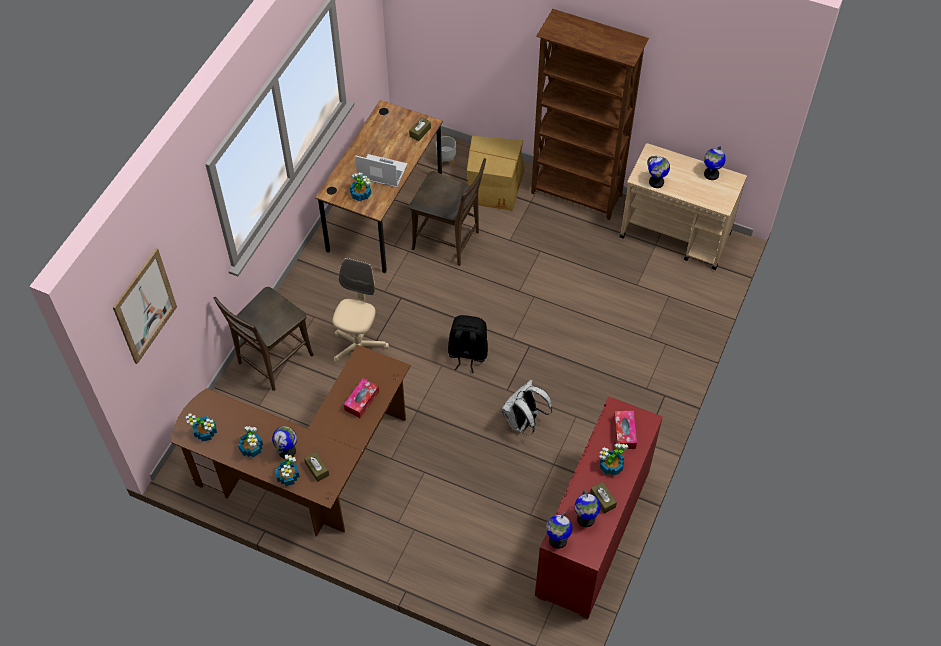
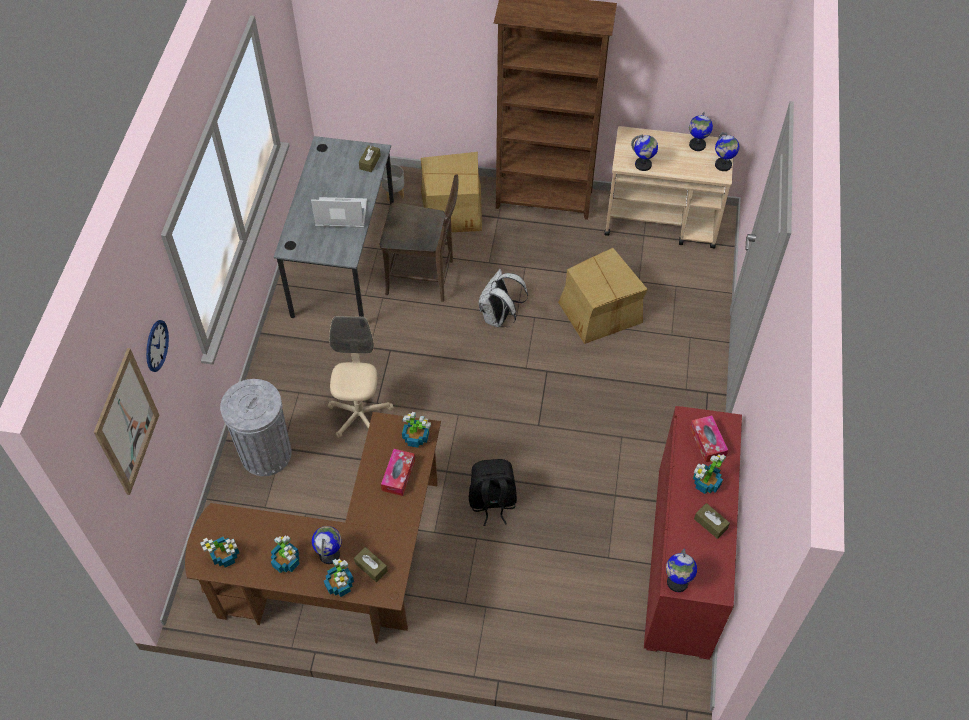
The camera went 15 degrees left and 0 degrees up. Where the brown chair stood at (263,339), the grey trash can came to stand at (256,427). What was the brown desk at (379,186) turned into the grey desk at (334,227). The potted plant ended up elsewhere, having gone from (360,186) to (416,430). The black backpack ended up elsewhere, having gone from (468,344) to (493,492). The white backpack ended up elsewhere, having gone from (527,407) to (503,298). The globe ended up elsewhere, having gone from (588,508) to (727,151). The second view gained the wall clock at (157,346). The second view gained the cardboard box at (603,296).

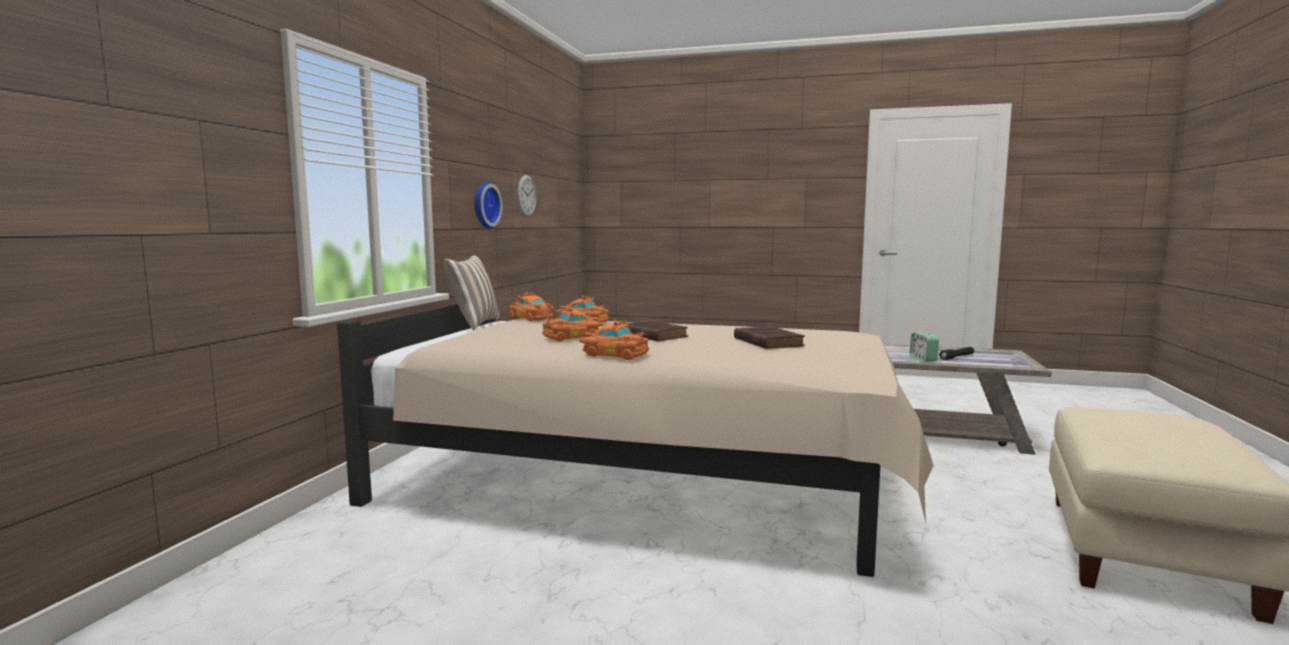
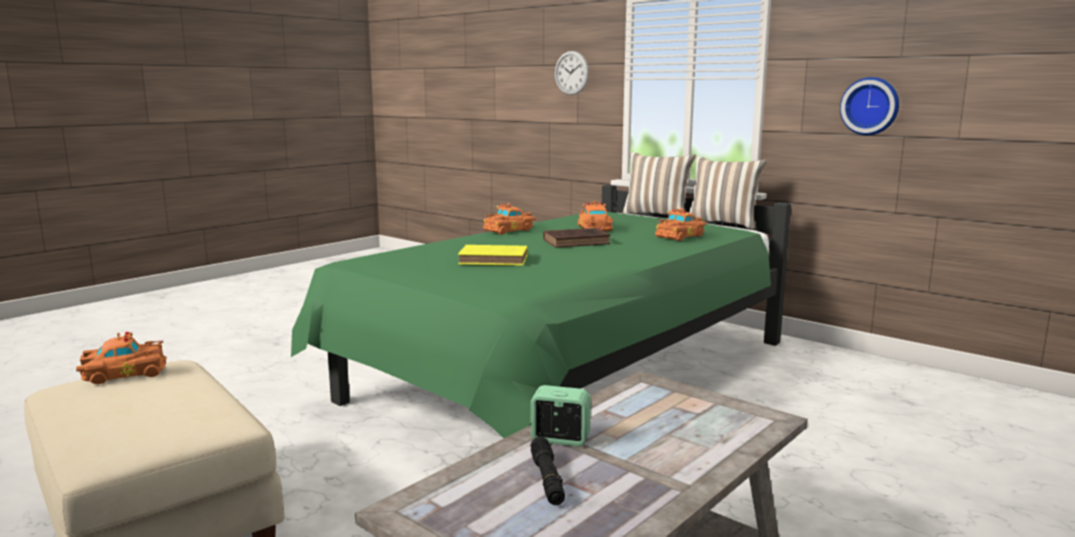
The camera went 115 degrees right and 5 degrees up. What was the beige bed at (635,440) turned into the green bed at (541,311). The orange toy car ended up elsewhere, having gone from (531,306) to (121,358). The wall clock ended up elsewhere, having gone from (526,196) to (572,73). What was the brown book at (769,337) turned into the yellow book at (493,255). The second view gained the pillow at (659,183).

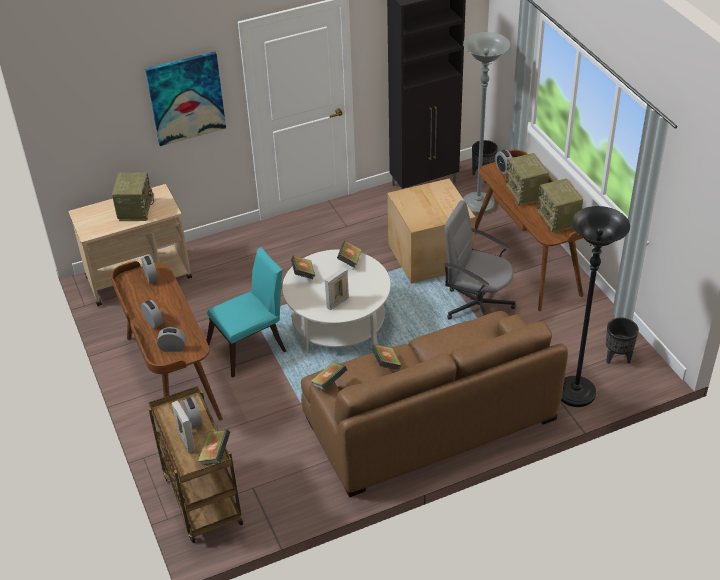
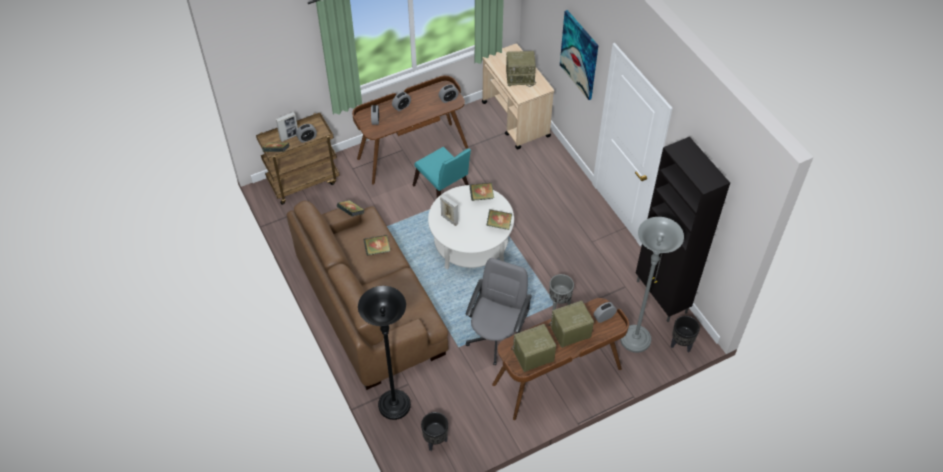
The camera went 85 degrees right and 10 degrees up. Where the cardboard box stood at (431,231), the grey planter came to stand at (561,292).

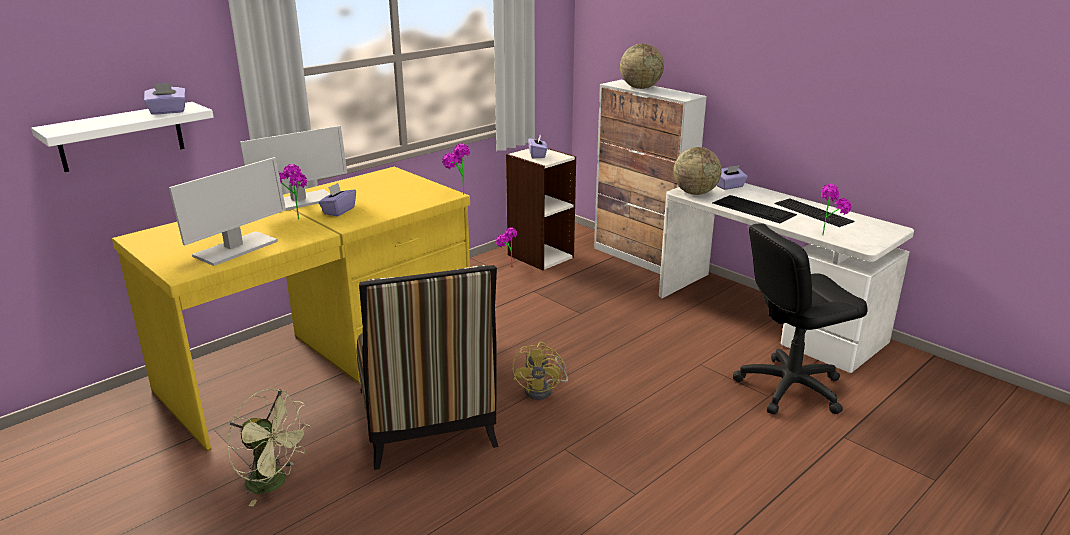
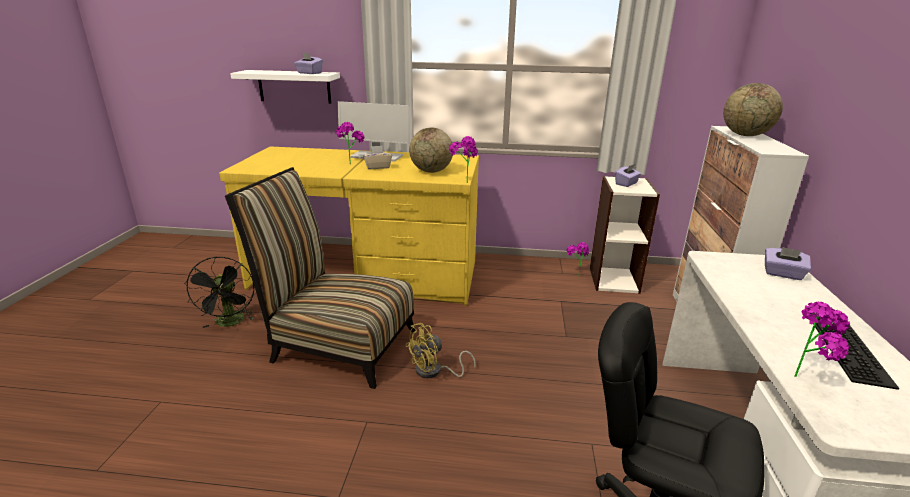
The camera went 50 degrees right and 0 degrees up. The second view lost the monitor at (227,211). What was the green fan at (269,447) turned into the black fan at (219,292). What was the purple tissue box at (337,200) turned into the beige tissue box at (377,157). The chair at (427,367) ended up facing another way, 75 degrees clockwise from before. The globe ended up elsewhere, having gone from (697,171) to (431,150). The second view lost the keyboard at (754,209).

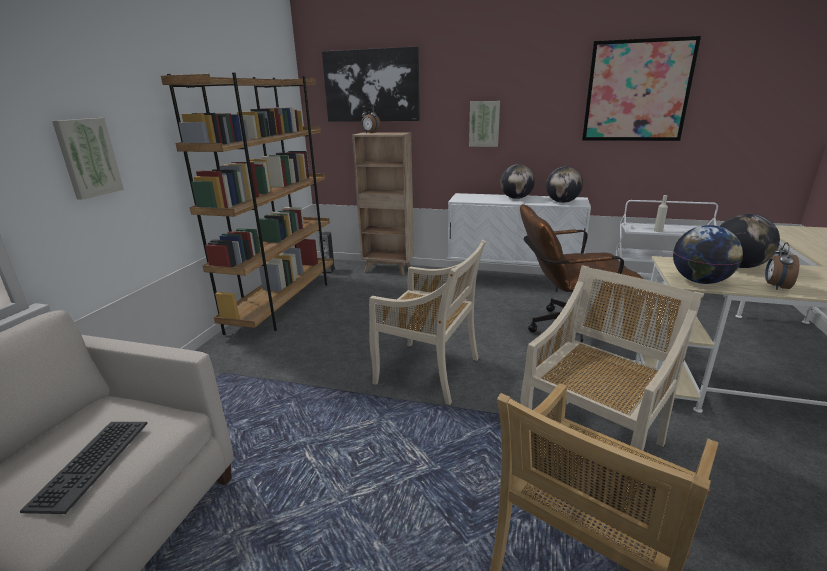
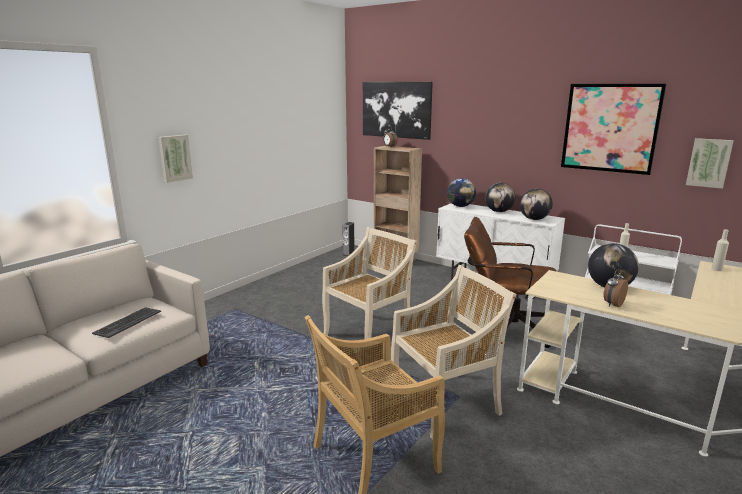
The camera went 20 degrees right and 5 degrees down. The second view lost the brown bookcase at (247,204). The beige chair at (427,322) ended up facing another way, 90 degrees counterclockwise from before. The picture ended up elsewhere, having gone from (484,124) to (710,163). The globe ended up elsewhere, having gone from (708,254) to (461,192). The second view gained the beige bottle at (720,250).

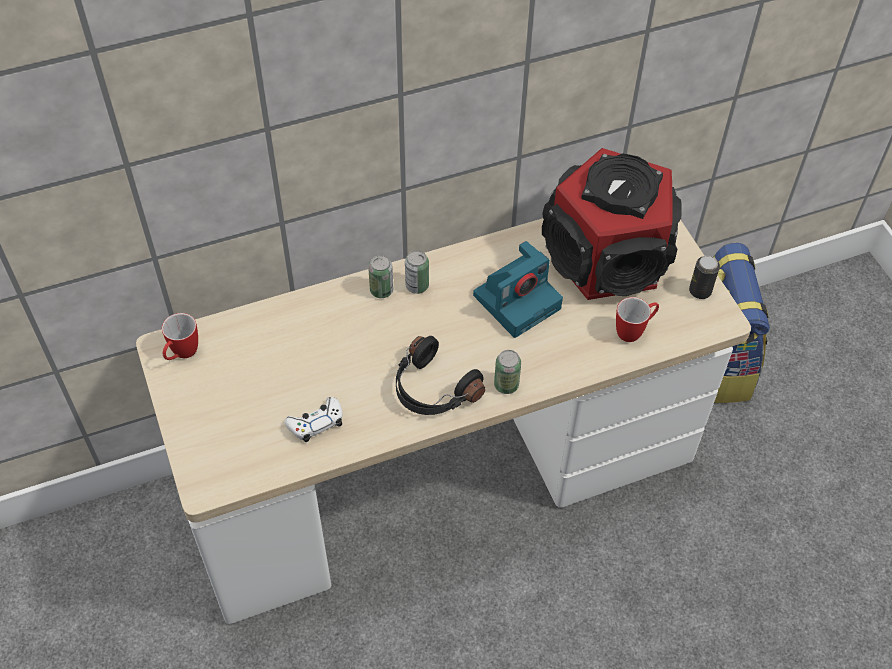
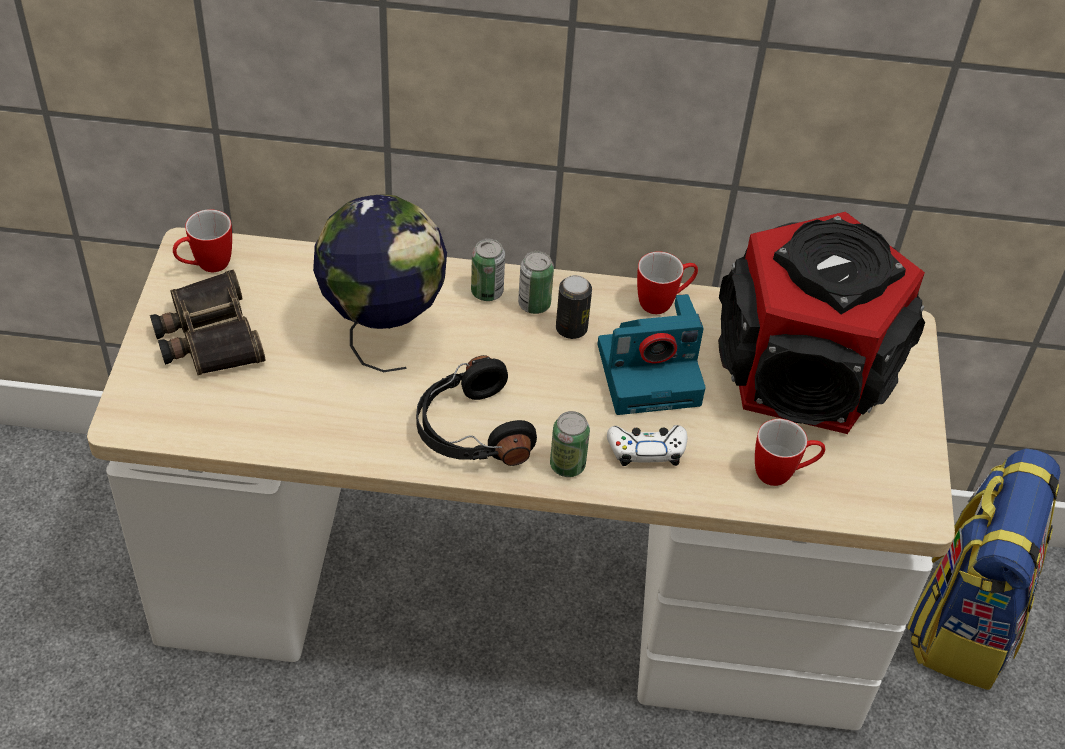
The camera went 25 degrees right and 5 degrees down. The white game controller ended up elsewhere, having gone from (314,419) to (647,445). The can ended up elsewhere, having gone from (704,277) to (574,307). The second view gained the binoculars at (208,322). The second view gained the globe at (380,283). The second view gained the mug at (667,283).

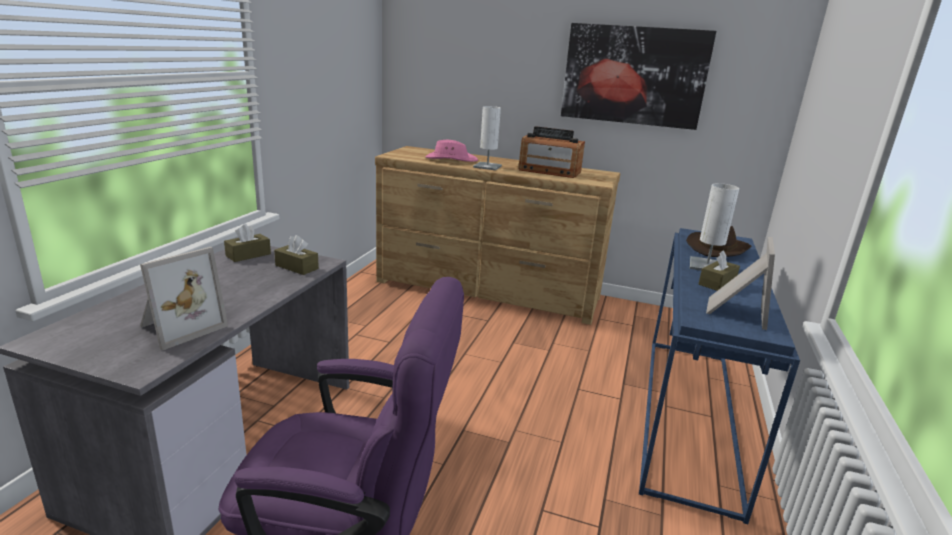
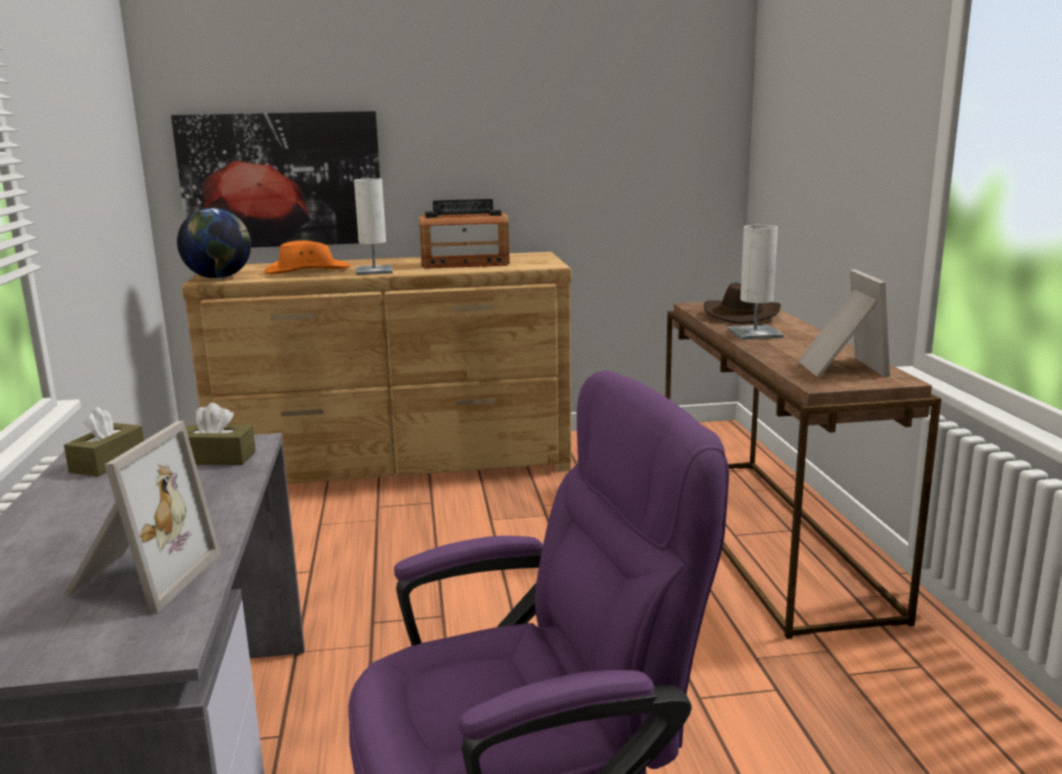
The camera went 25 degrees left and 5 degrees down. What was the pink hat at (451,151) turned into the orange hat at (308,257). The picture ended up elsewhere, having gone from (638,76) to (275,179). What was the blue console table at (719,376) turned into the brown console table at (803,470). The second view lost the brown tissue box at (719,270). The second view gained the globe at (214,243).

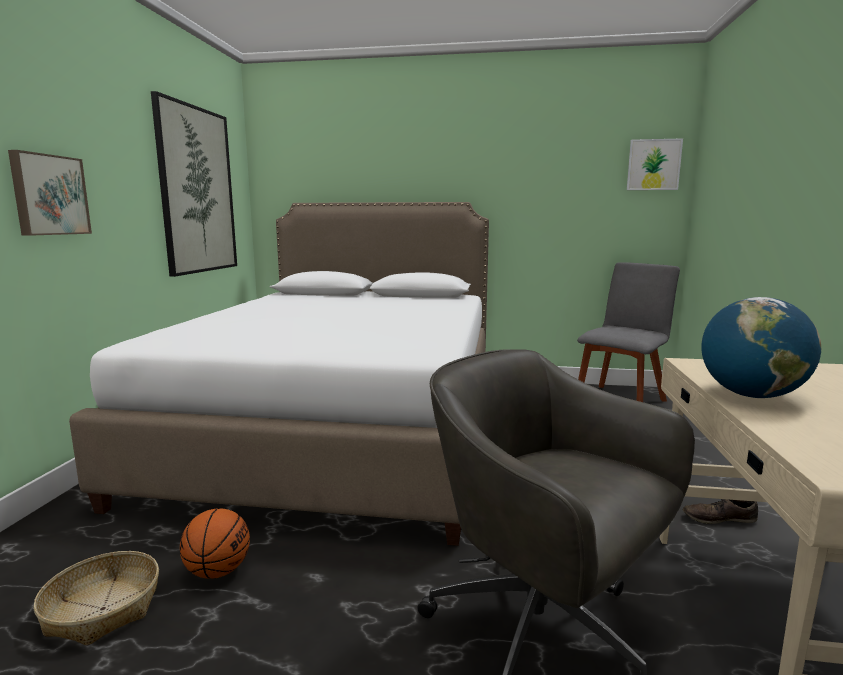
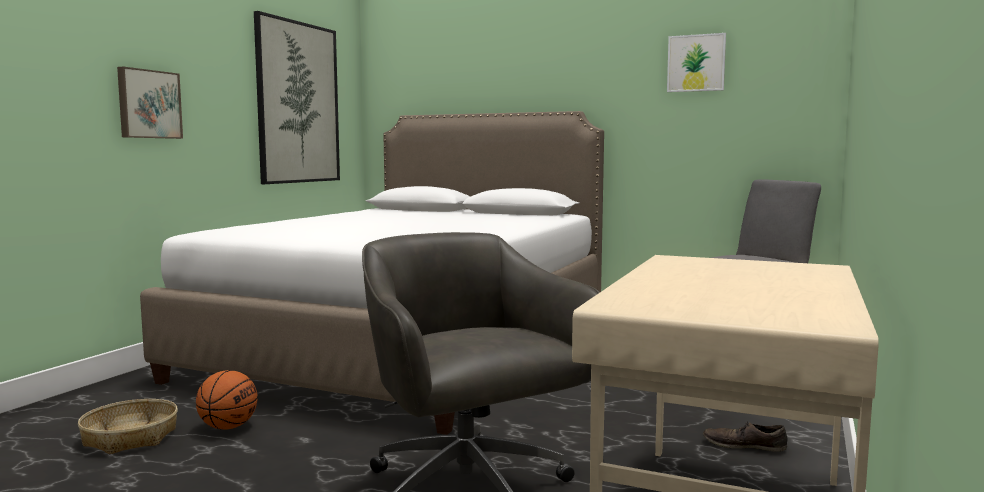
The camera went 15 degrees right and 5 degrees down. The picture ended up elsewhere, having gone from (655,164) to (696,62). The second view lost the globe at (761,347).

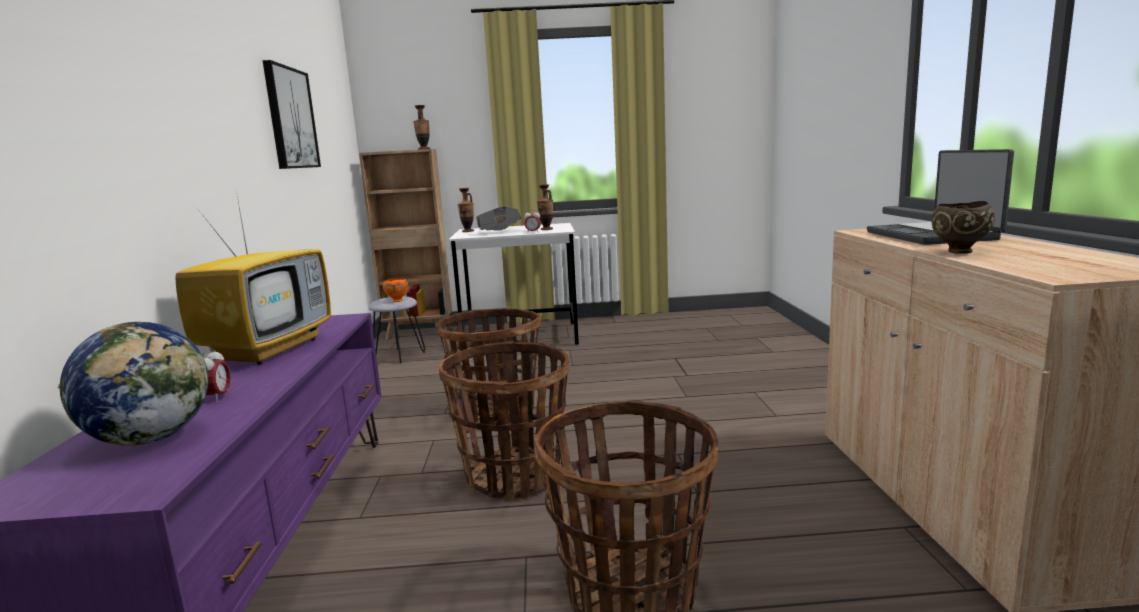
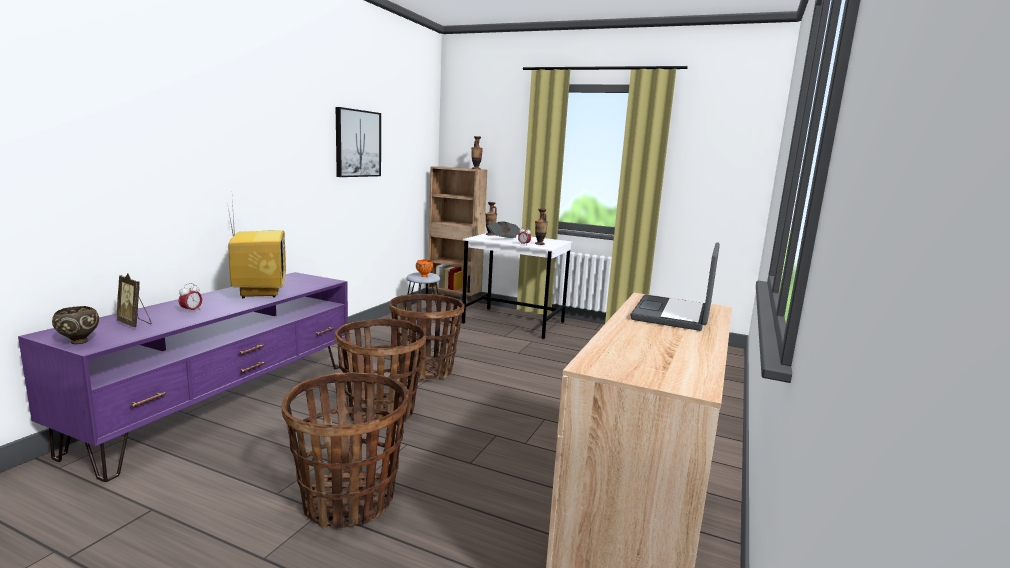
The camera went 25 degrees right and 0 degrees up. Where the globe stood at (133,384), the picture frame came to stand at (134,300). The television at (253,275) ended up facing another way, 60 degrees counterclockwise from before. The brown bowl ended up elsewhere, having gone from (963,227) to (75,325).

